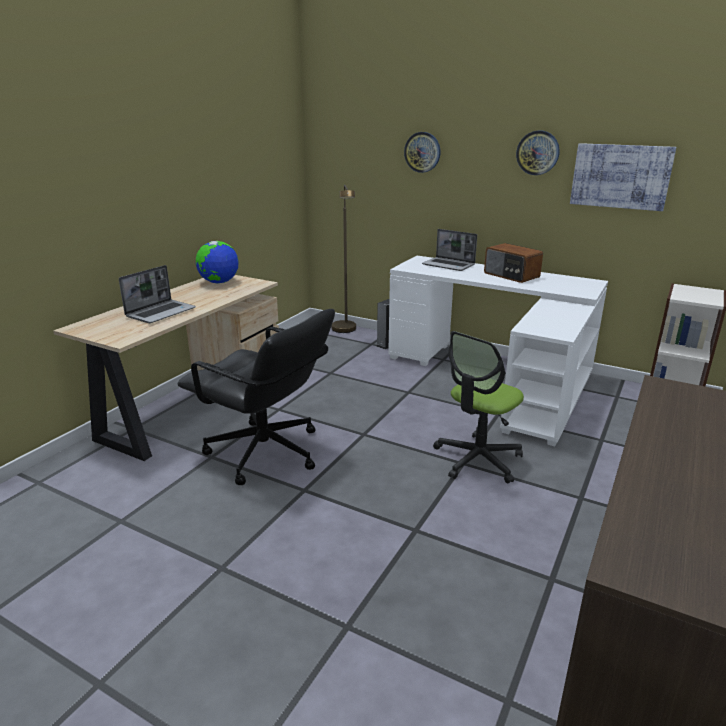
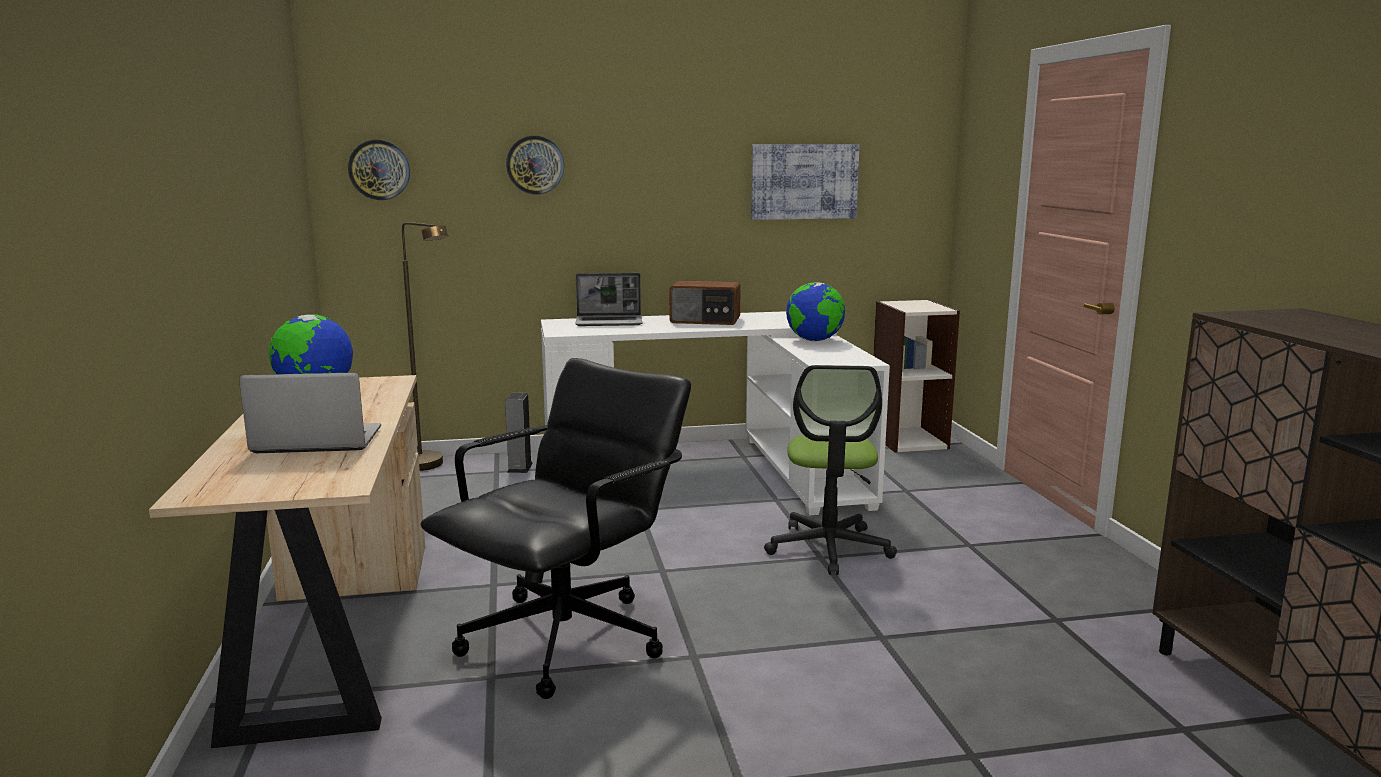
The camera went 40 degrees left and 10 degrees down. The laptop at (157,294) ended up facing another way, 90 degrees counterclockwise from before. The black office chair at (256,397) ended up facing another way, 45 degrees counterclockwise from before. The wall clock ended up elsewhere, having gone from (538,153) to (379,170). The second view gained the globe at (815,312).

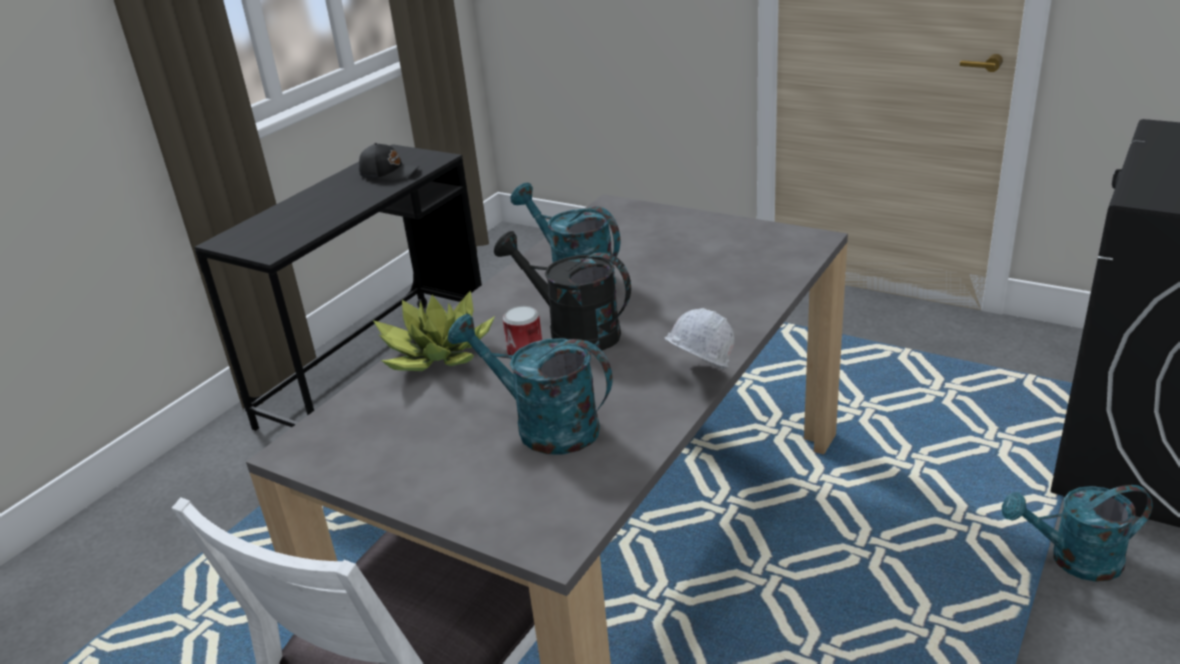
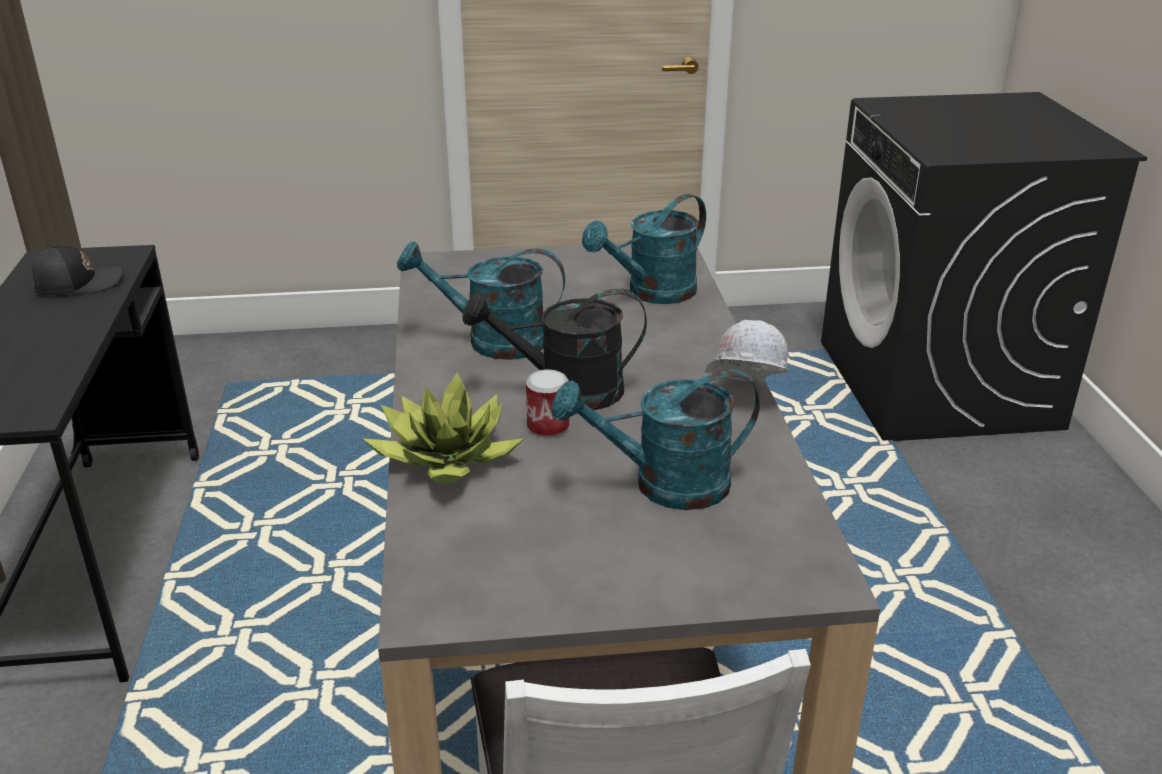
The camera went 40 degrees left and 0 degrees up. The turquoise watering can ended up elsewhere, having gone from (1077,533) to (644,249).

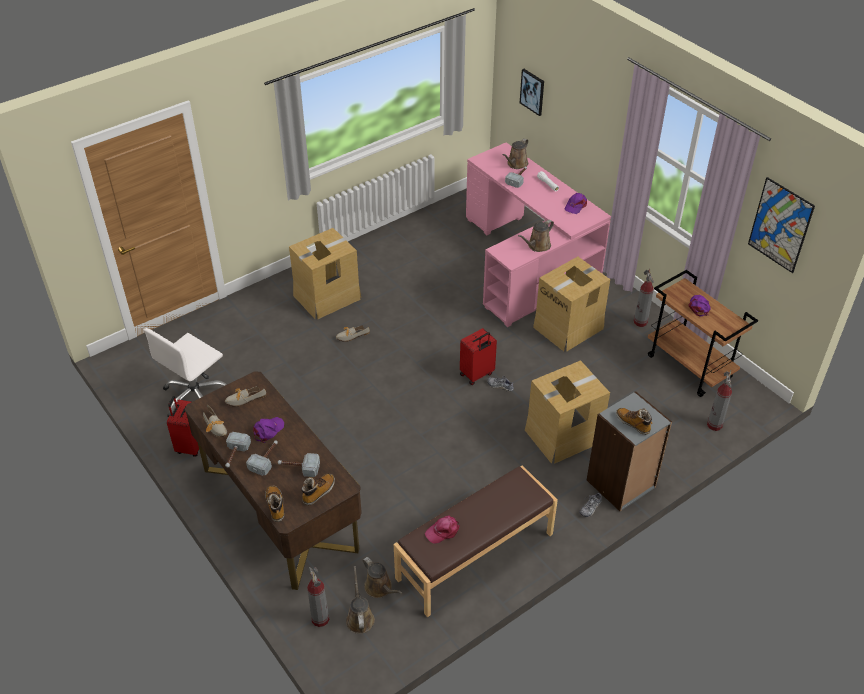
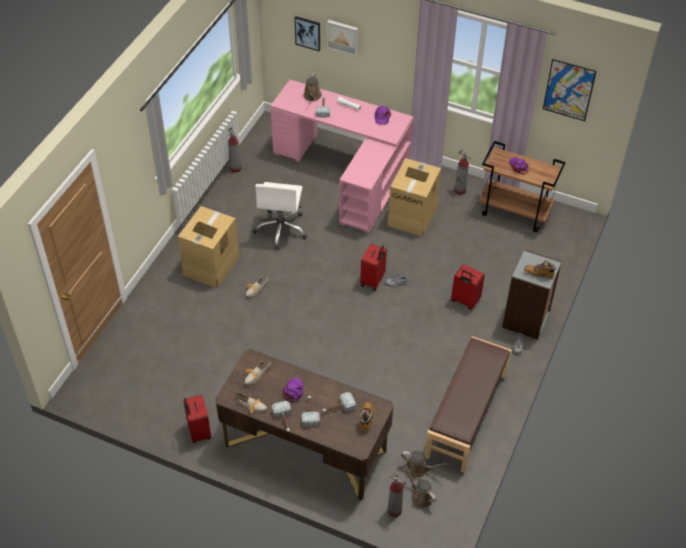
The camera went 30 degrees left and 5 degrees up. The white office chair ended up elsewhere, having gone from (185,372) to (280,215). The second view lost the boot at (274,504). The second view lost the pink cap at (442,530). The second view lost the brown watering can at (536,236). Where the cardboard box stood at (567,412), the red suitcase came to stand at (468,287). The fire extinguisher ended up elsewhere, having gone from (719,400) to (234,149). The second view gained the picture at (342,38).

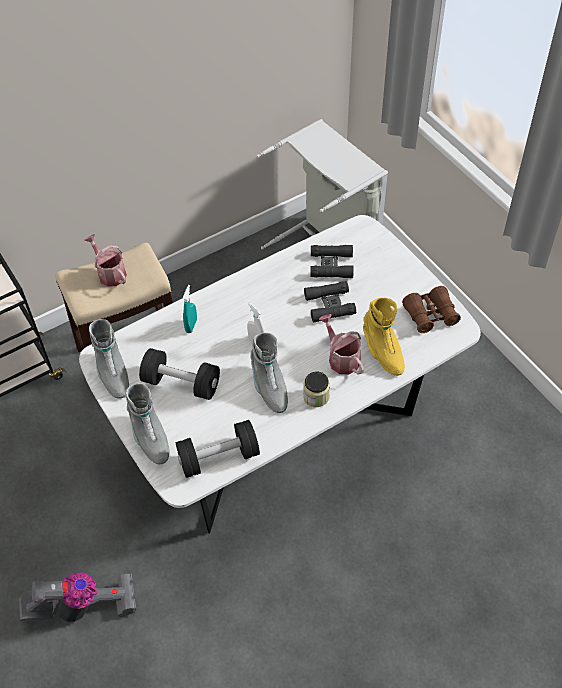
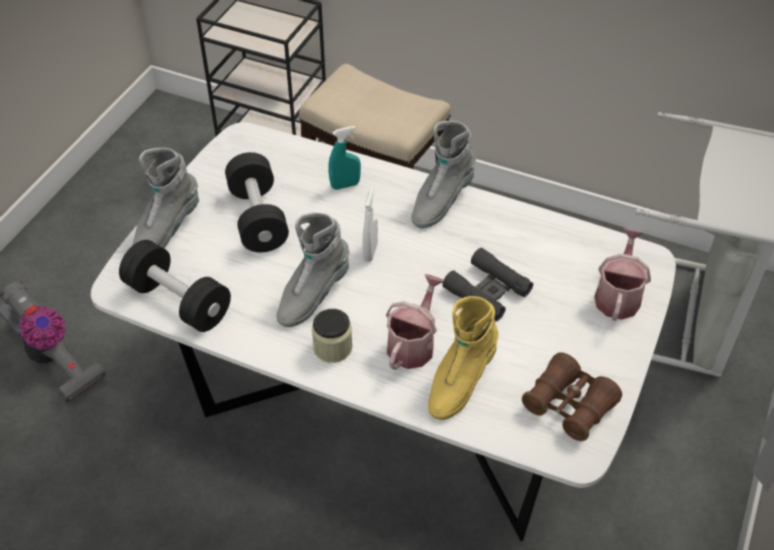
The camera went 55 degrees right and 5 degrees down. The watering can ended up elsewhere, having gone from (105,260) to (622,274). The grey boot ended up elsewhere, having gone from (109,359) to (444,174). The second view lost the black binoculars at (332,261).

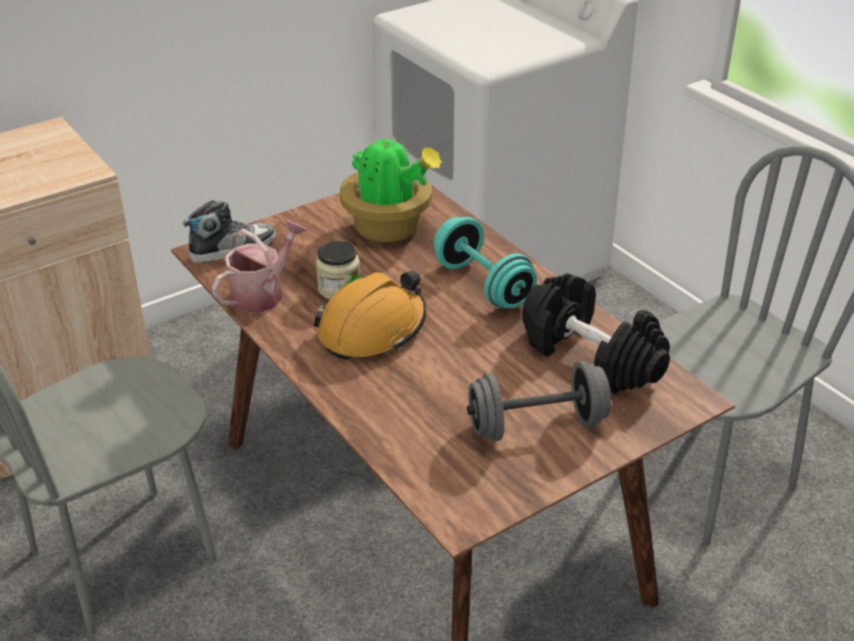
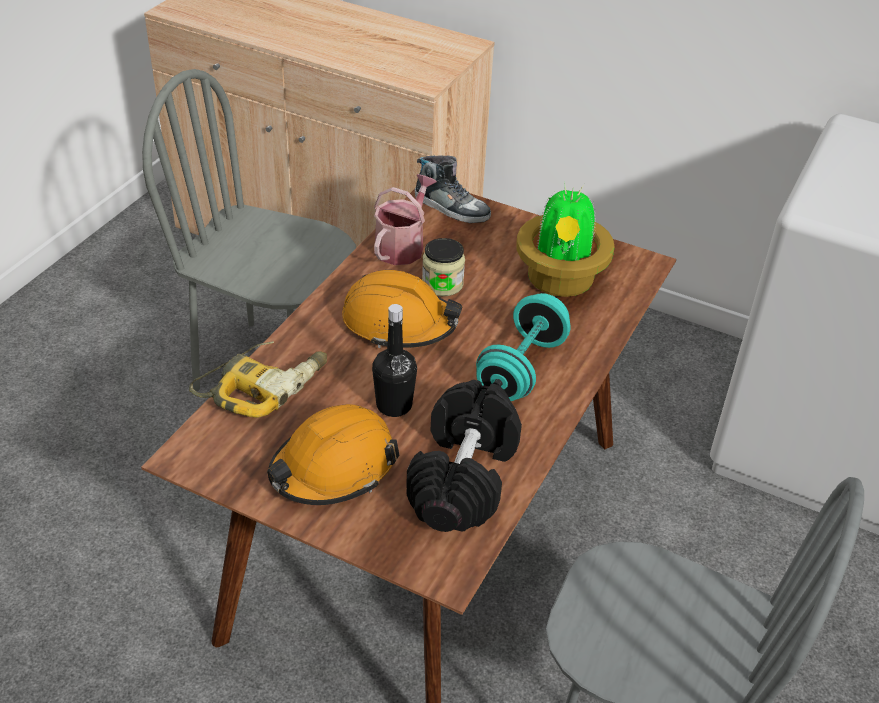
The camera went 60 degrees right and 5 degrees up. The watering can at (259,266) ended up facing another way, 75 degrees counterclockwise from before. Where the grey dumbbell stood at (539,401), the orange hard hat came to stand at (333,454). The second view gained the power drill at (258,379). The second view gained the black bottle at (394,360).

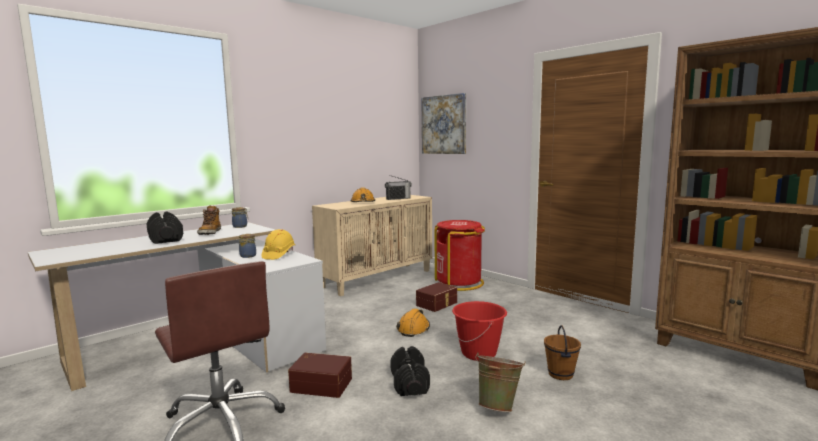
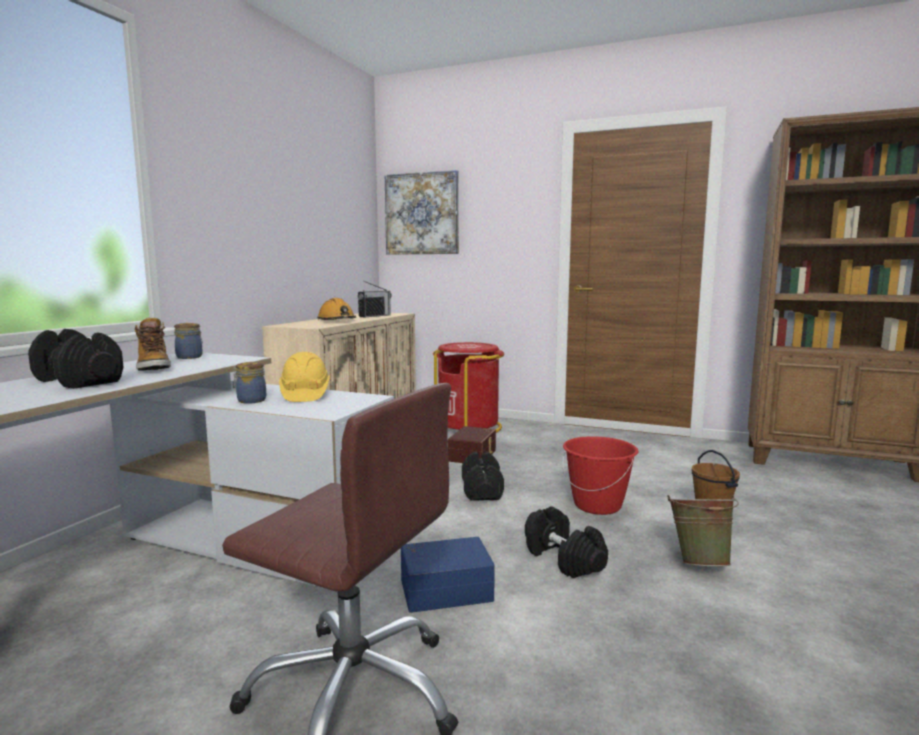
The camera went 25 degrees left and 0 degrees up. What was the brown storage box at (320,375) turned into the blue storage box at (448,575). Where the orange hard hat stood at (413,323), the black dumbbell came to stand at (483,476).

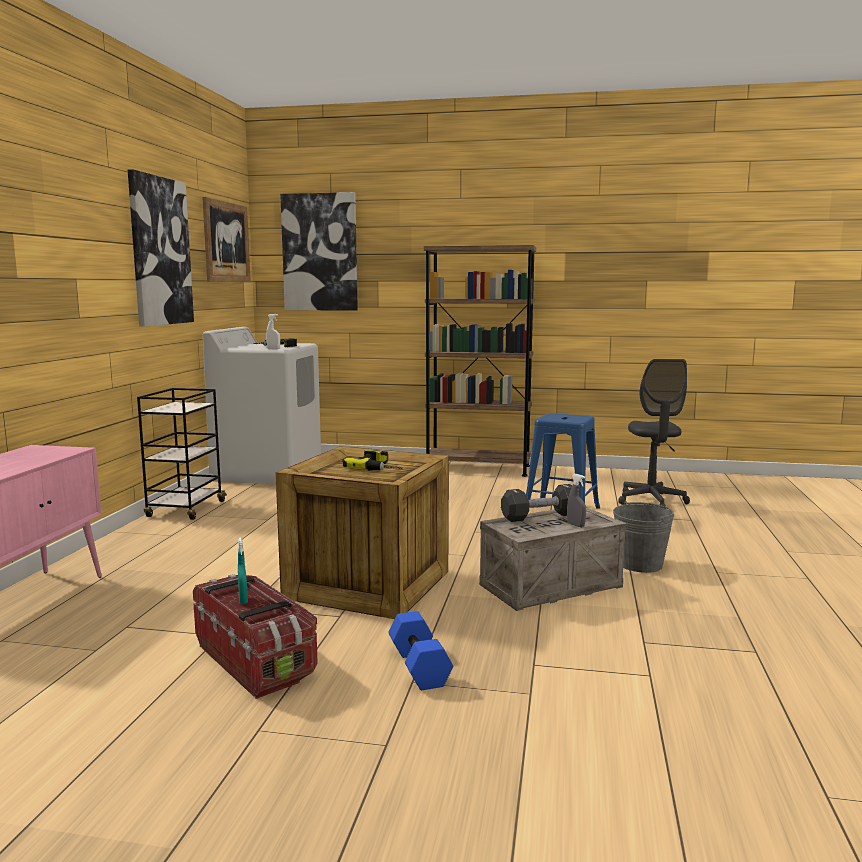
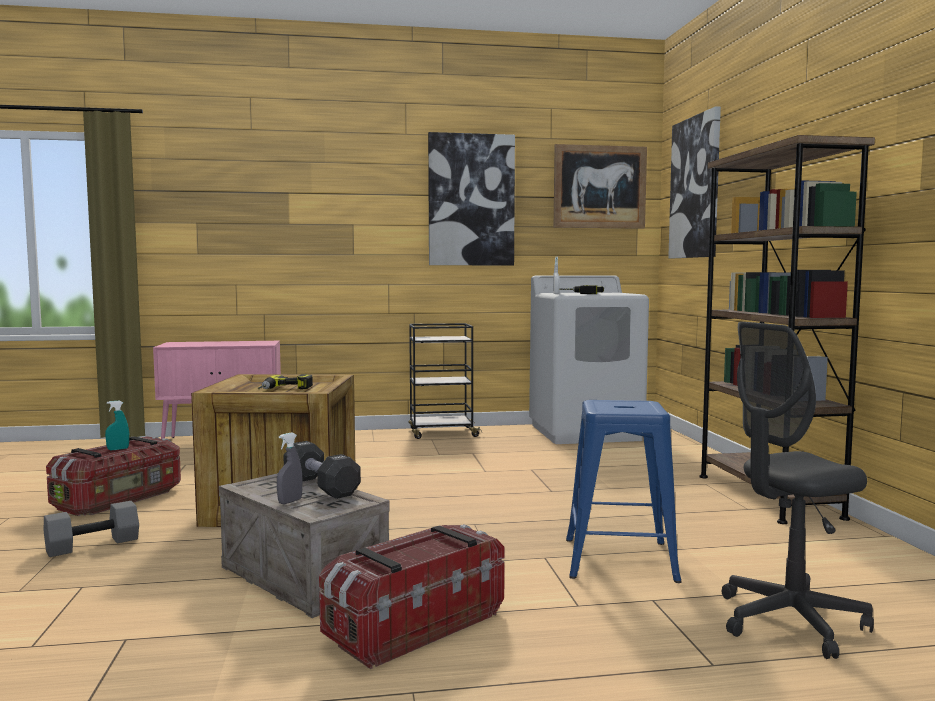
The camera went 70 degrees right and 5 degrees down. What was the blue dumbbell at (420,650) turned into the grey dumbbell at (91,529). Where the grey bucket stood at (643,537), the storage box came to stand at (412,596).

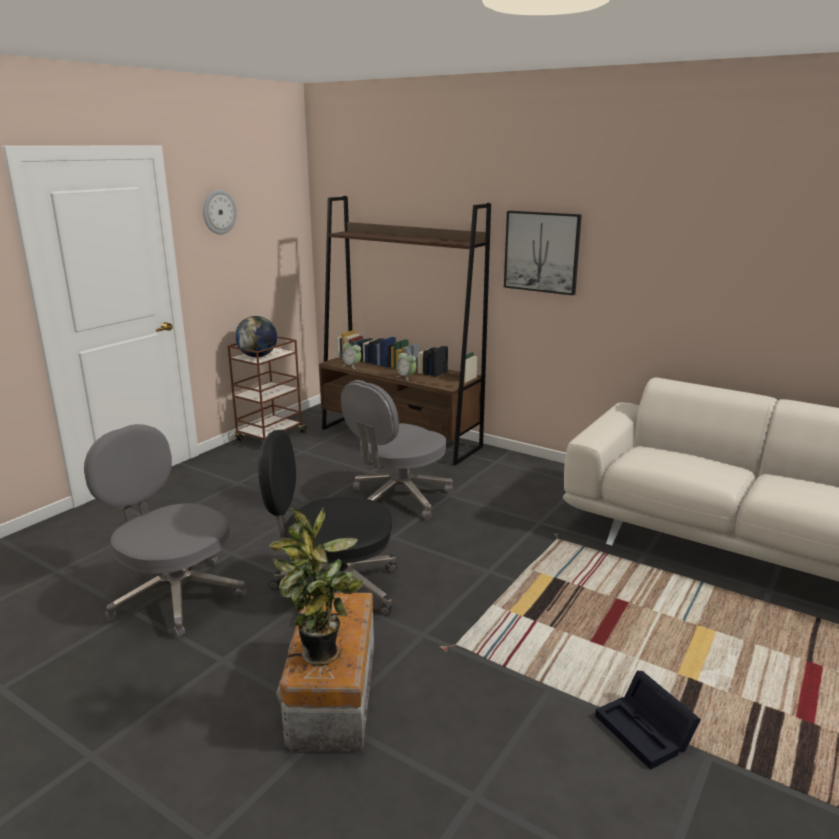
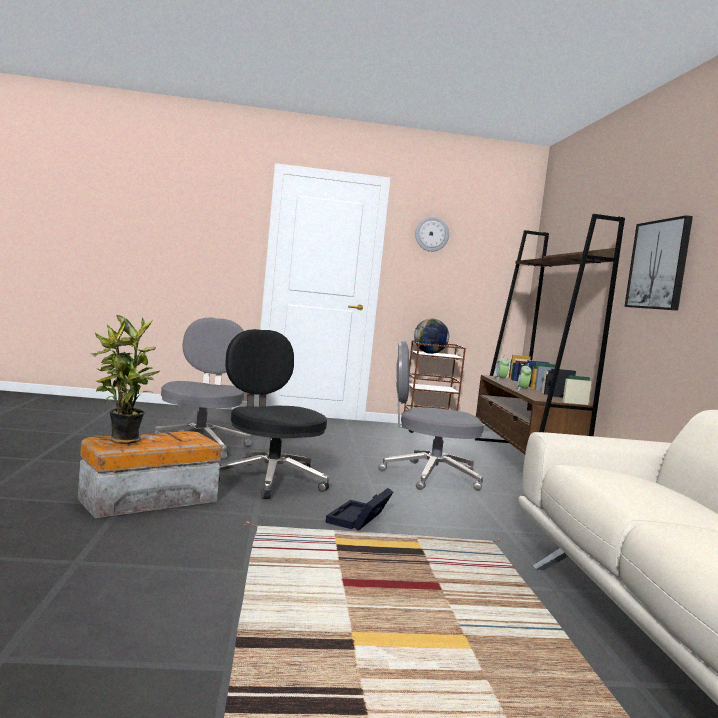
The camera went 50 degrees right and 15 degrees down. The black storage box ended up elsewhere, having gone from (648,720) to (359,509).

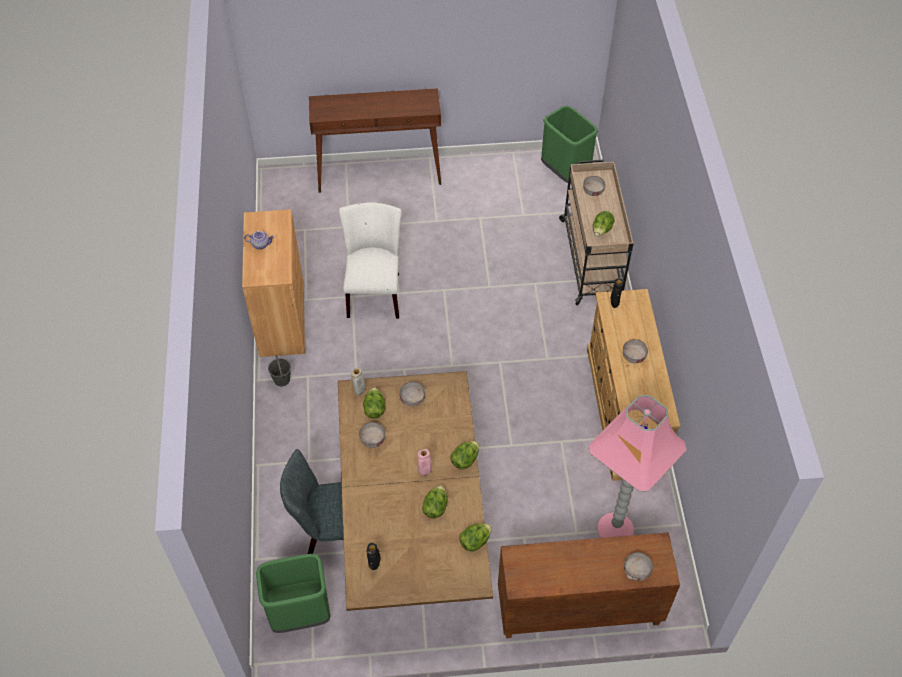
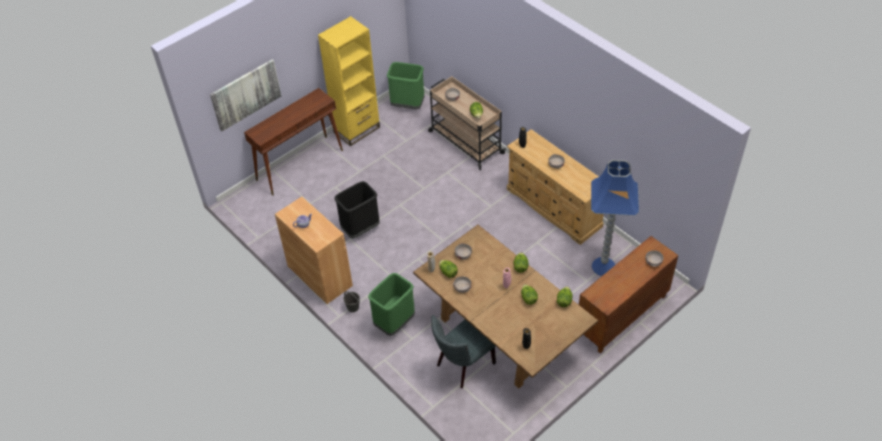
The camera went 35 degrees left and 5 degrees down. The green trash can ended up elsewhere, having gone from (293,593) to (391,304). Where the white chair stood at (370,260), the black trash can came to stand at (357,210). What was the pink floor lamp at (638,466) turned into the blue floor lamp at (615,218). The second view gained the picture at (245,95). The second view gained the yellow bookcase at (349,81).

